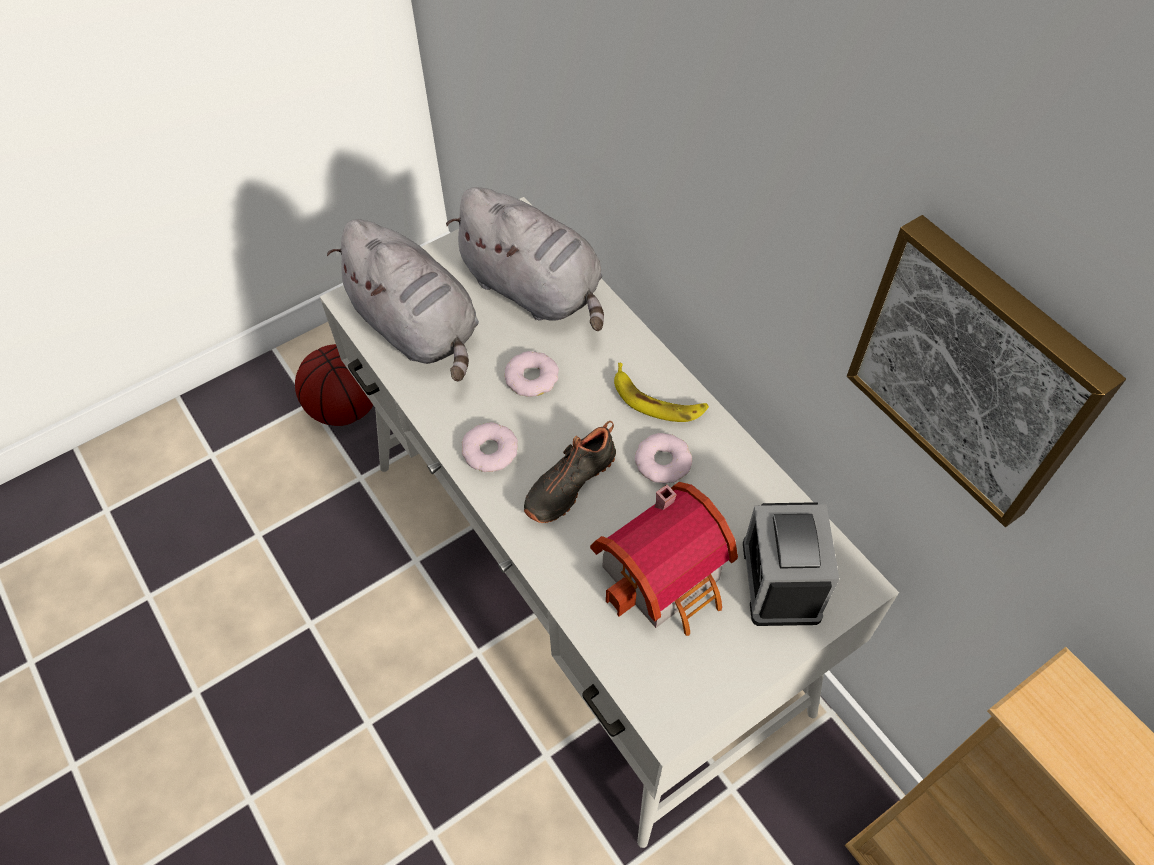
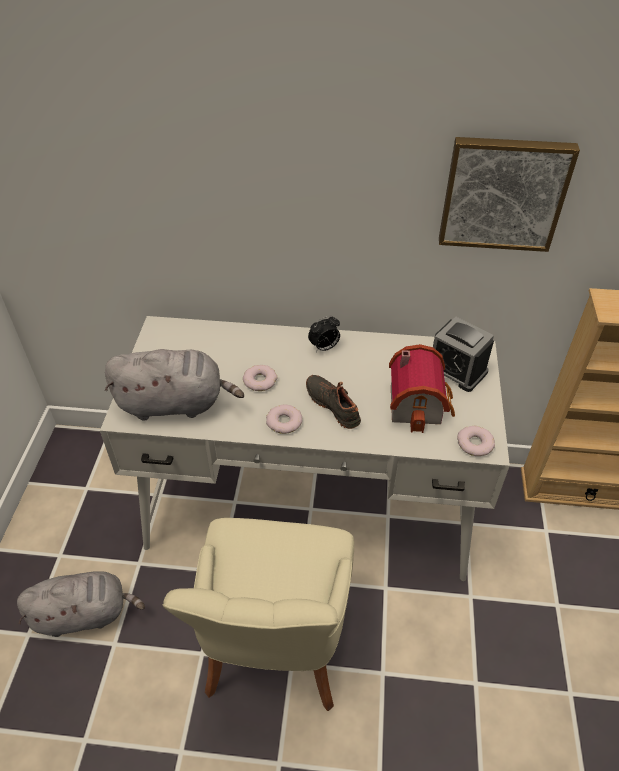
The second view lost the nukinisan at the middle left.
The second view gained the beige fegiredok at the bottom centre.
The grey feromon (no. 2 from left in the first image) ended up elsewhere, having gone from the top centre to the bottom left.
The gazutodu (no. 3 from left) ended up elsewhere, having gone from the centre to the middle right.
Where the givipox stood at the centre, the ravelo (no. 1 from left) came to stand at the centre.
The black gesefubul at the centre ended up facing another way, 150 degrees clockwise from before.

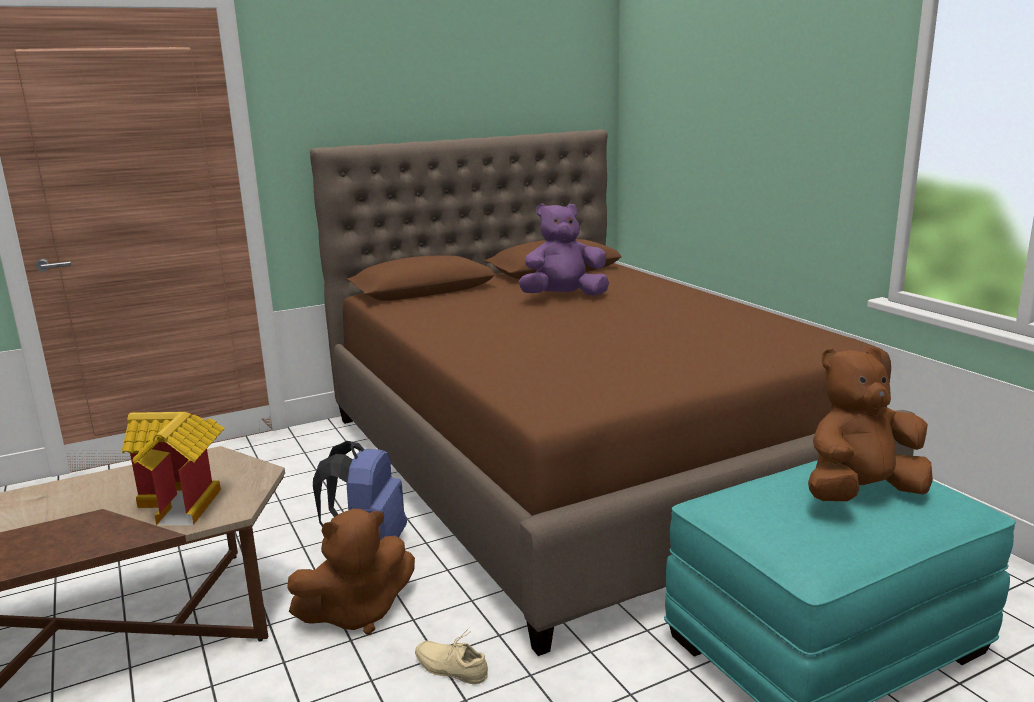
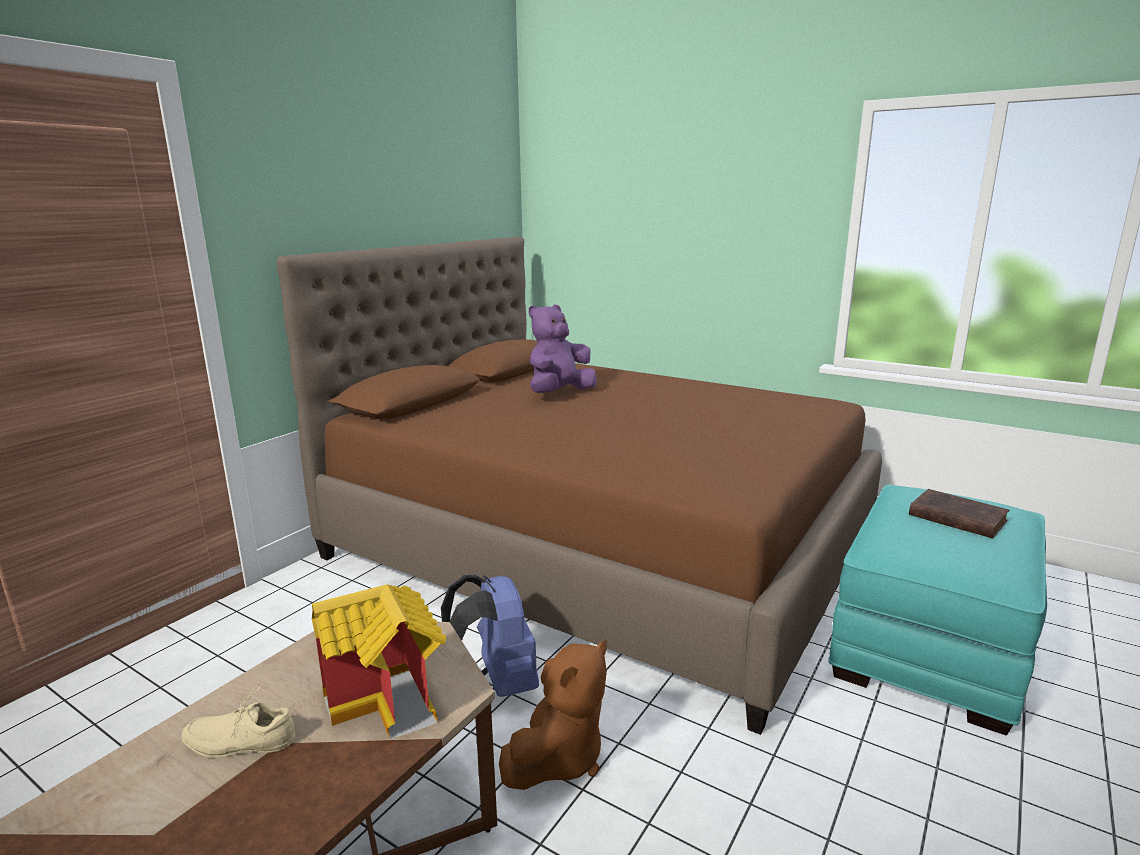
The beige gesefubul ended up elsewhere, having gone from the bottom centre to the bottom left.
Where the brown feromon (no. 2 from left) stood at the middle right, the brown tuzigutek came to stand at the middle right.

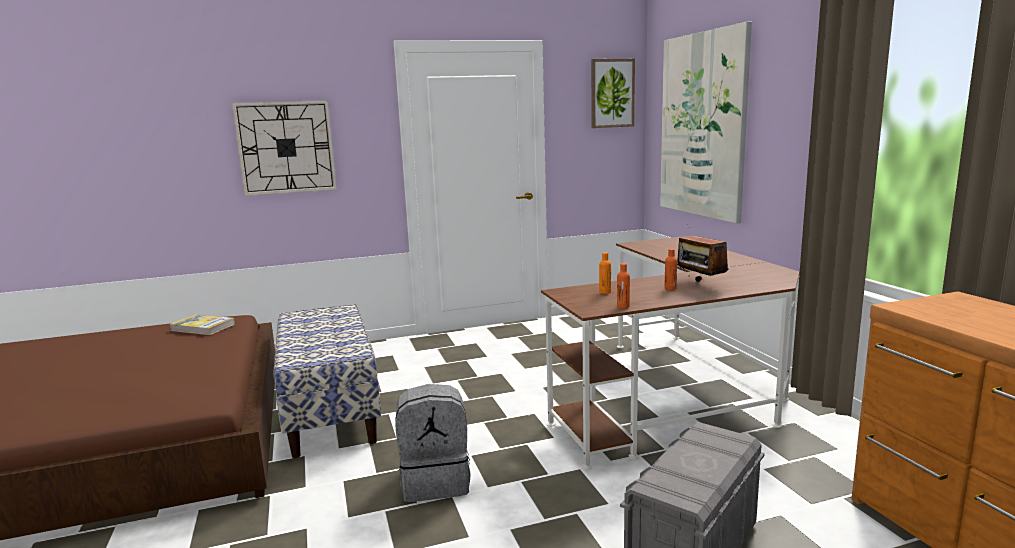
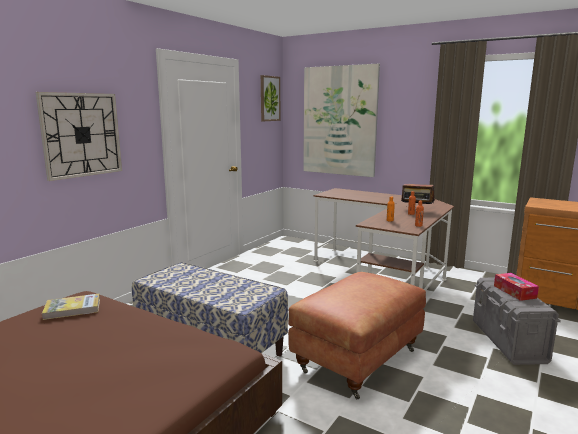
The second view gained the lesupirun at the middle right.
Where the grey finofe stood at the bottom centre, the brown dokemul came to stand at the bottom centre.

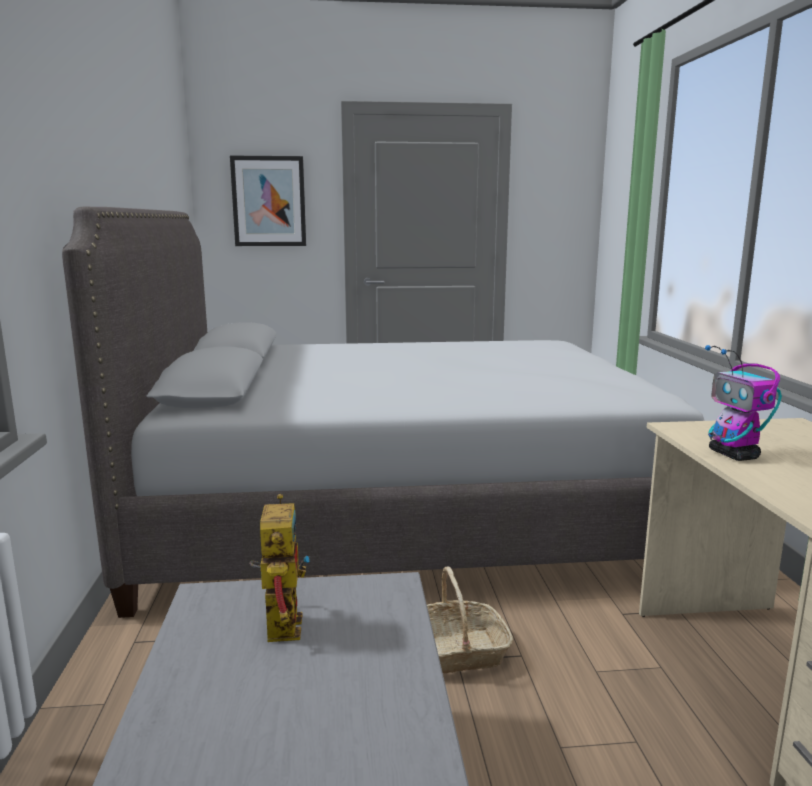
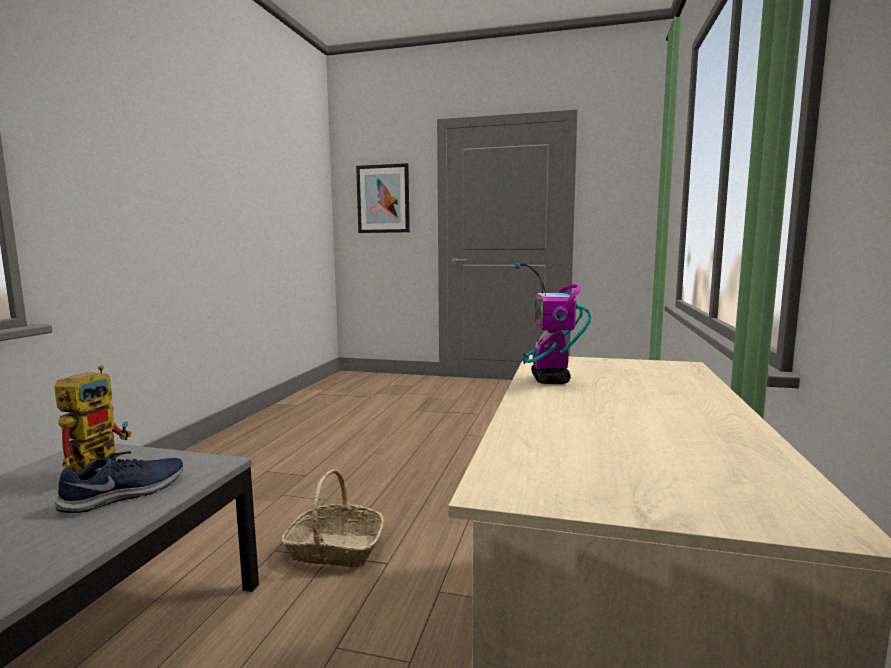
The second view lost the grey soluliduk at the centre.
The second view gained the blue gesefubul at the bottom left.

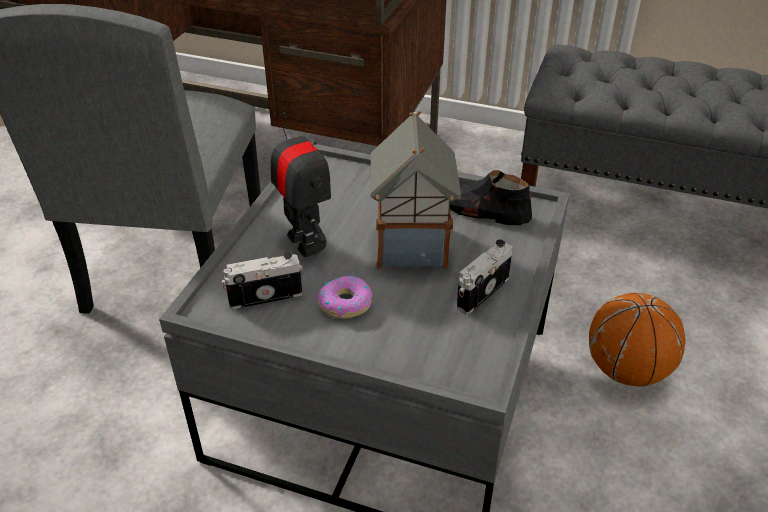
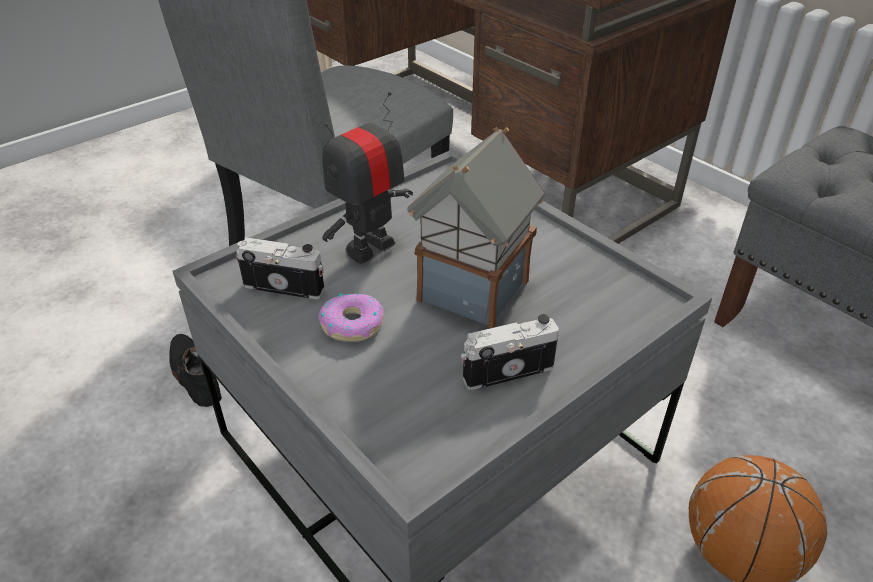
The black gesefubul ended up elsewhere, having gone from the centre to the middle left.
The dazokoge at the centre ended up facing another way, 135 degrees counterclockwise from before.

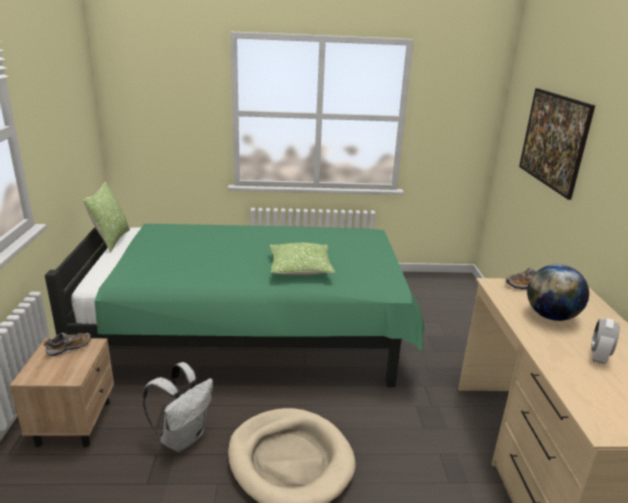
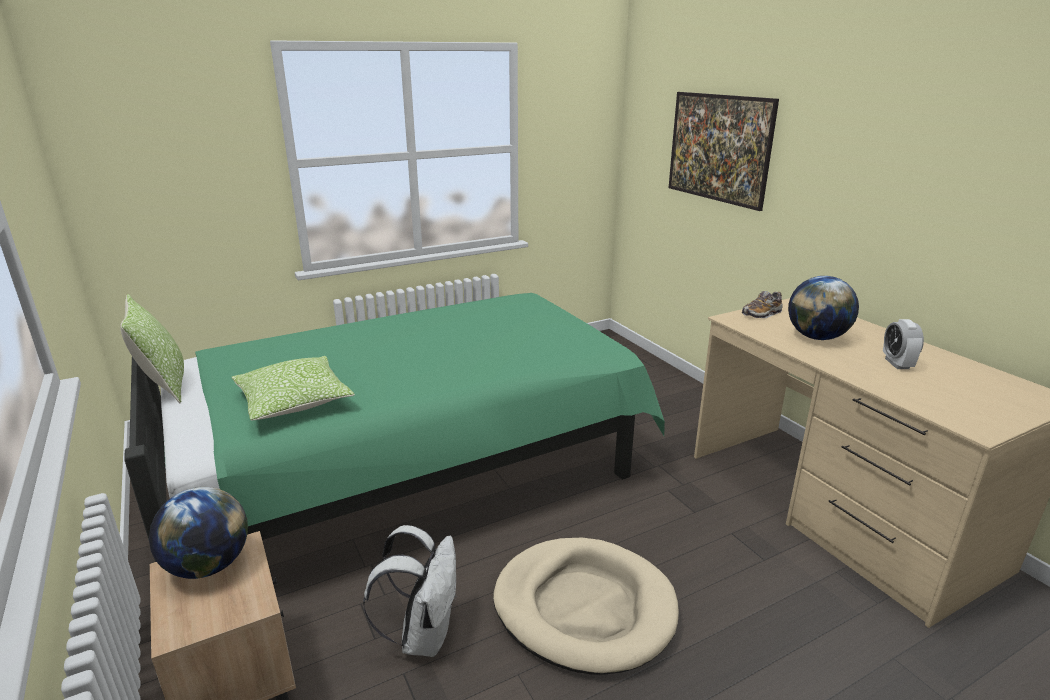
The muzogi (no. 2 from left) ended up elsewhere, having gone from the centre to the middle left.
Where the gesefubul (no. 1 from left) stood at the bottom left, the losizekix (no. 1 from left) came to stand at the bottom left.

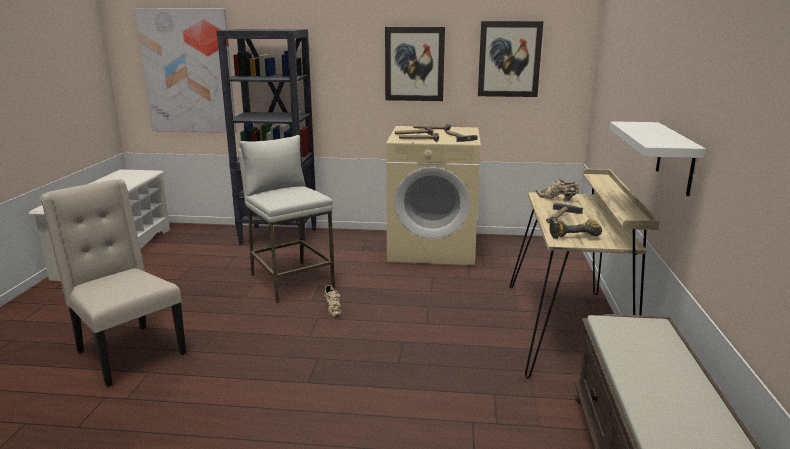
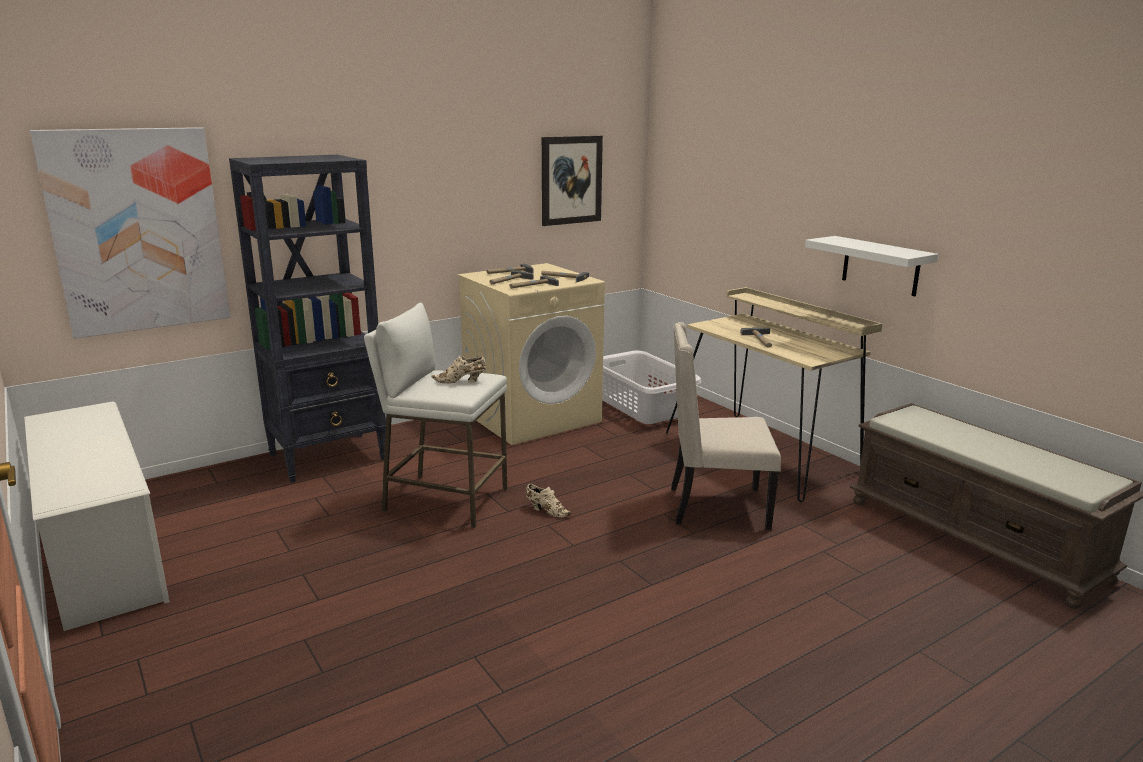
The second view lost the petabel (no. 2 from left) at the top centre.
The second view lost the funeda at the middle right.
The second view gained the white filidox at the centre.
The beige fegiredok ended up elsewhere, having gone from the middle left to the centre.
The beige gesefubul (no. 2 from left in the first image) ended up elsewhere, having gone from the middle right to the centre.

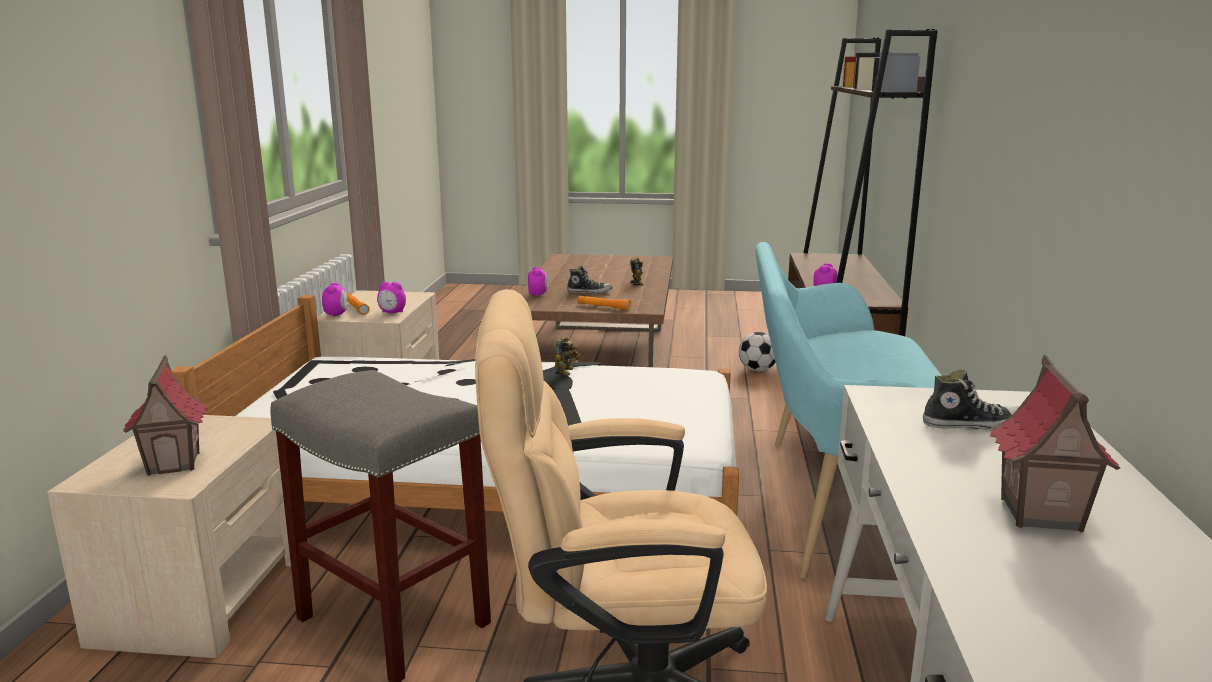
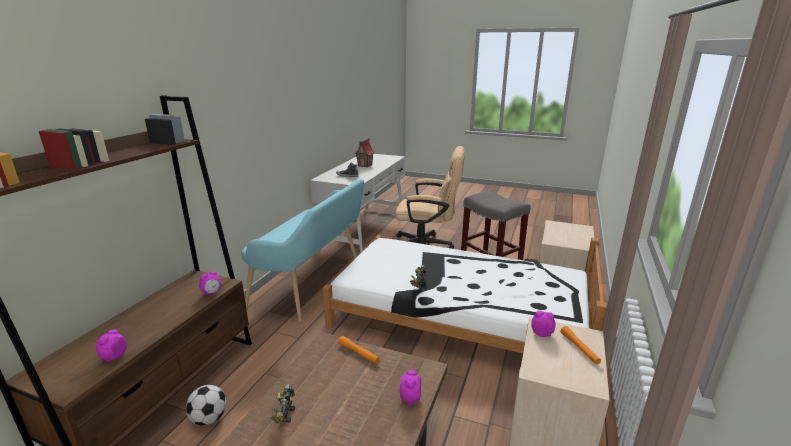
The second view lost the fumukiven (no. 1 from left) at the middle left.
The second view lost the gesefubul (no. 1 from left) at the centre.
The ravelo (no. 1 from left) ended up elsewhere, having gone from the middle left to the bottom left.

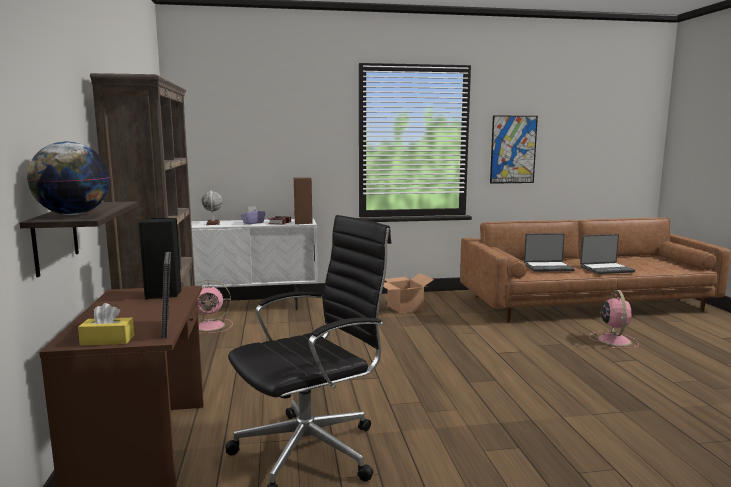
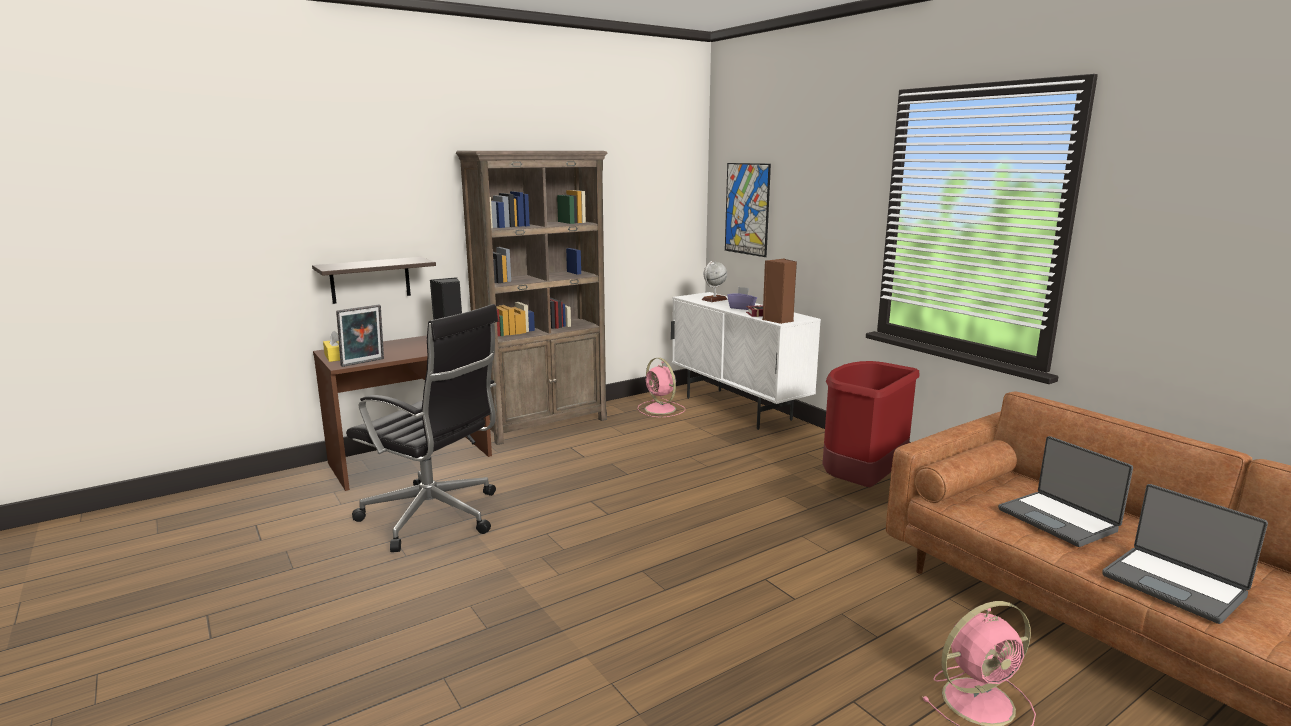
The second view lost the losizekix (no. 1 from left) at the middle left.
The petabel ended up elsewhere, having gone from the top right to the top centre.
Where the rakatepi stood at the centre, the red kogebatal came to stand at the middle right.

